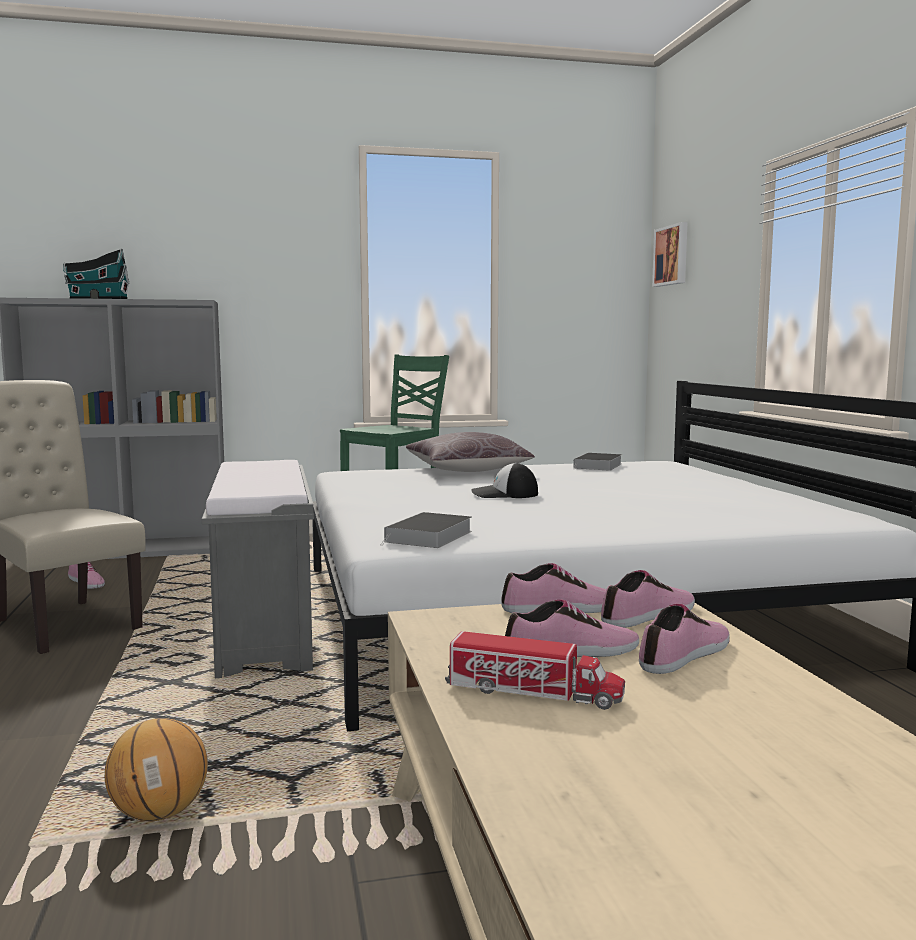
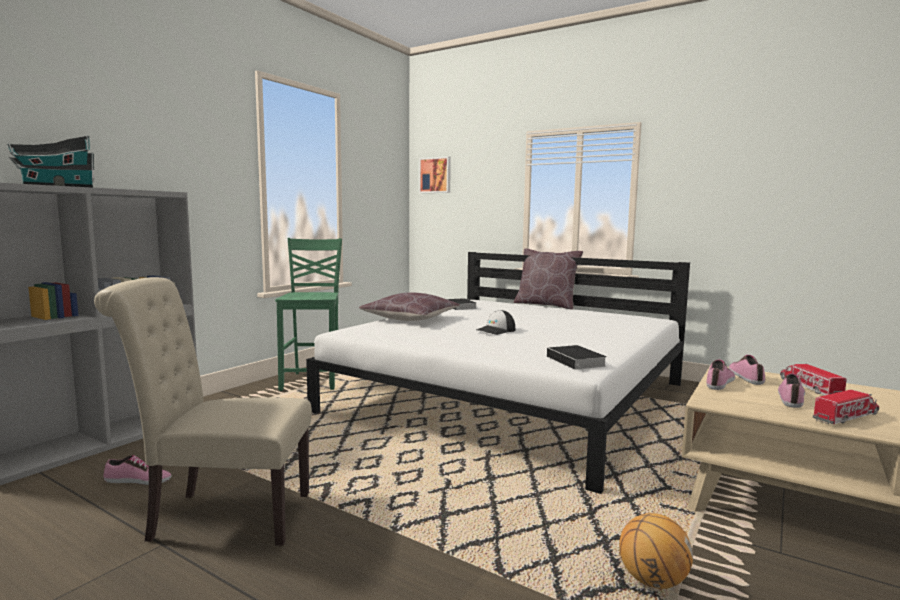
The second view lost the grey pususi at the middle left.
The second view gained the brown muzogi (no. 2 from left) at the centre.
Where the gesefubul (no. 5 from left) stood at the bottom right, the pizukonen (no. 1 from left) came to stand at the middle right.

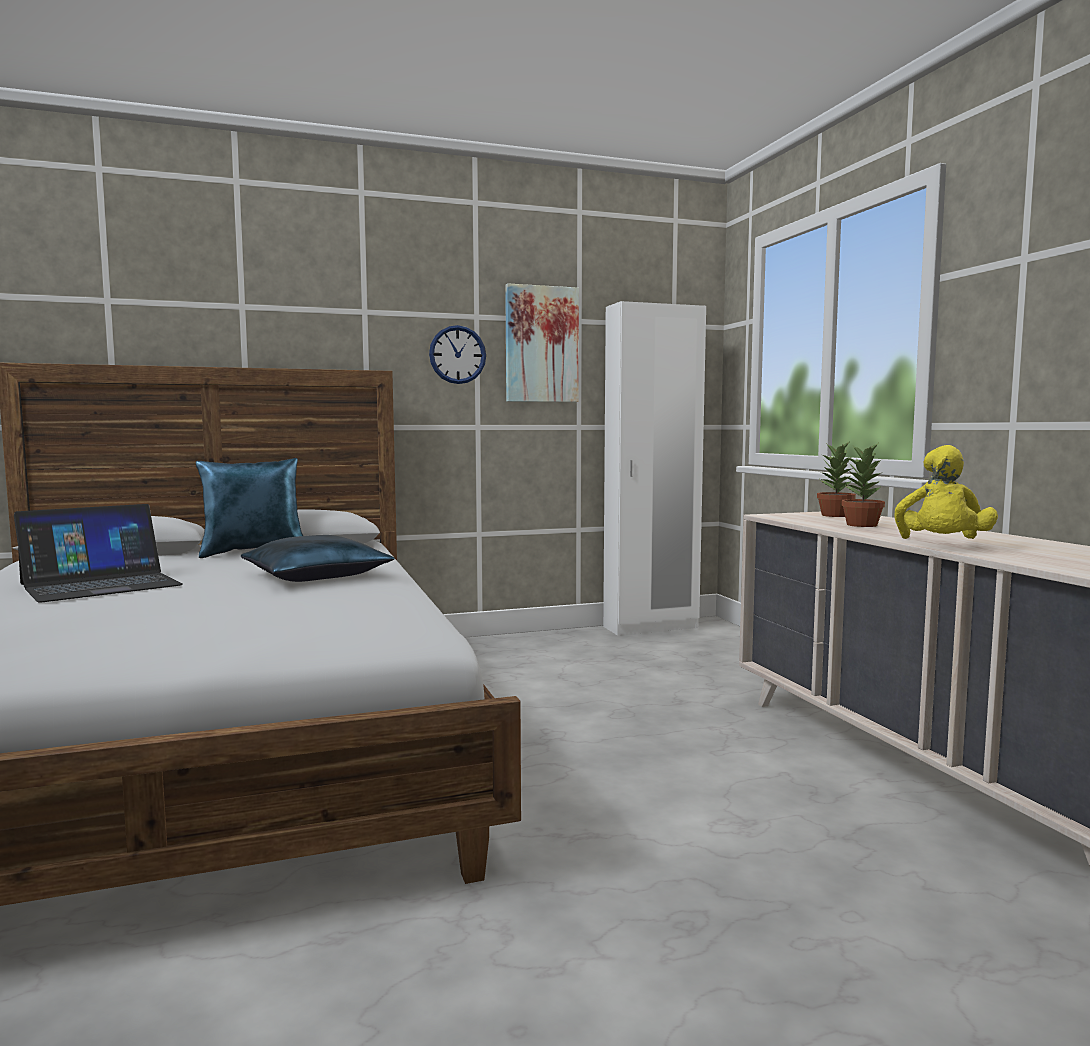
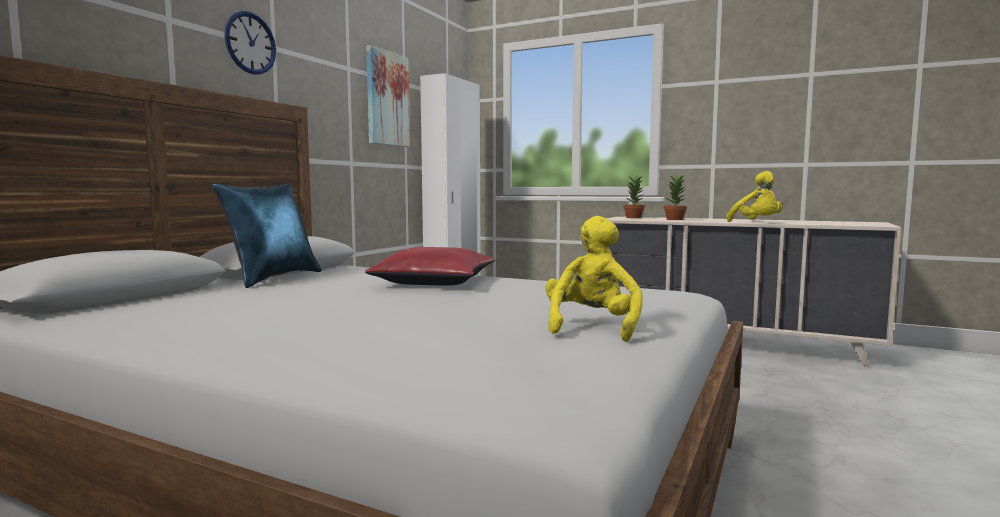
The second view lost the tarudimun at the middle left.
The second view gained the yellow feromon (no. 1 from left) at the centre.
The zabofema ended up elsewhere, having gone from the centre to the top left.
What was the blue muzogi (no. 2 from left) at the middle left turned into the red muzogi at the centre.

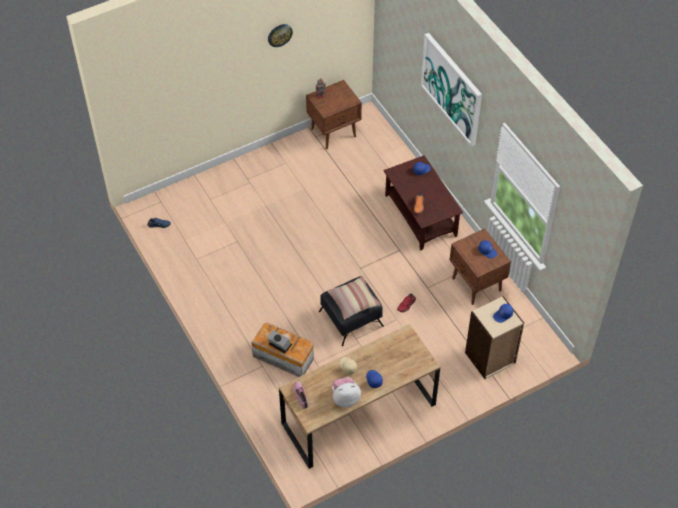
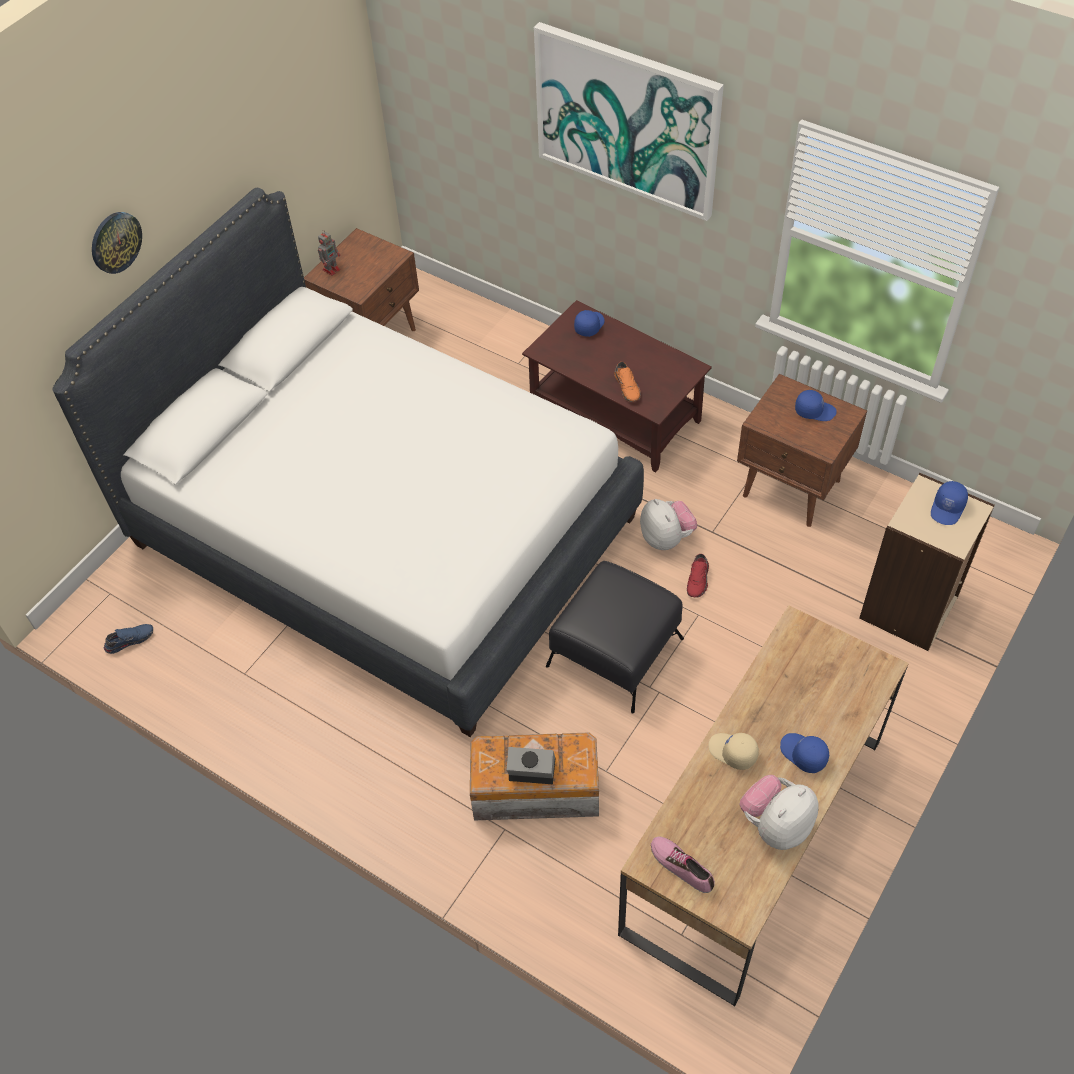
The second view lost the muzogi at the centre.
The second view gained the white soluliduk at the middle left.
The second view gained the feromon (no. 1 from left) at the centre.
The zabofema ended up elsewhere, having gone from the top centre to the top left.

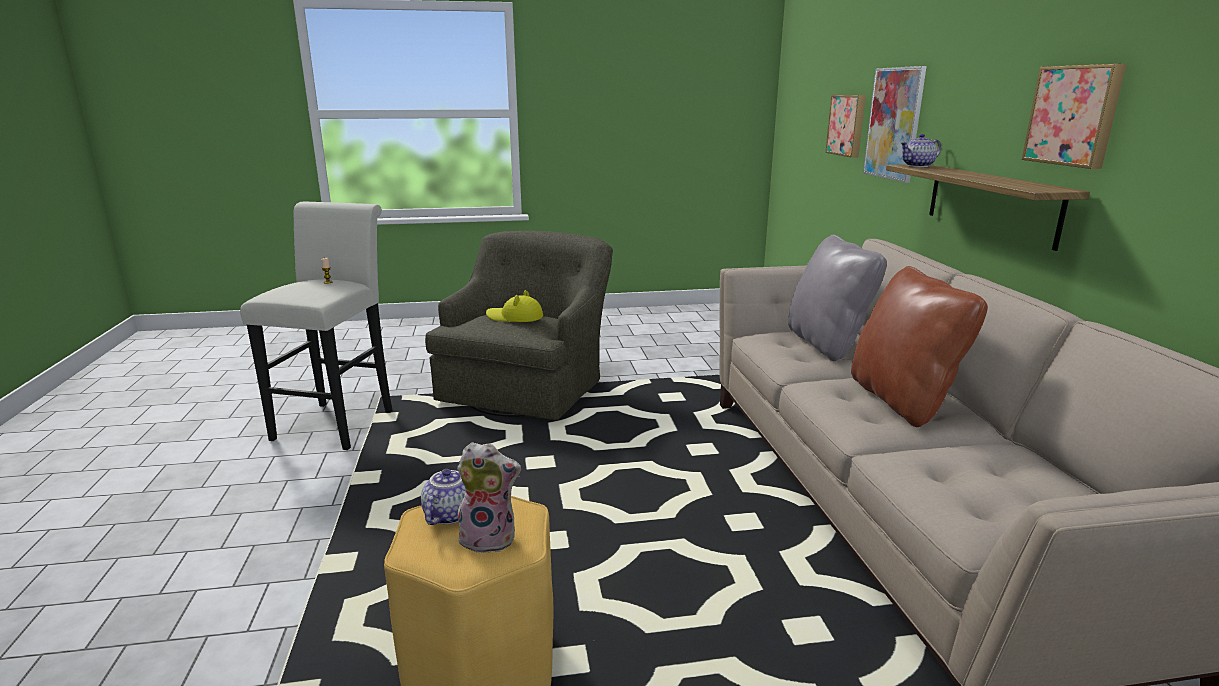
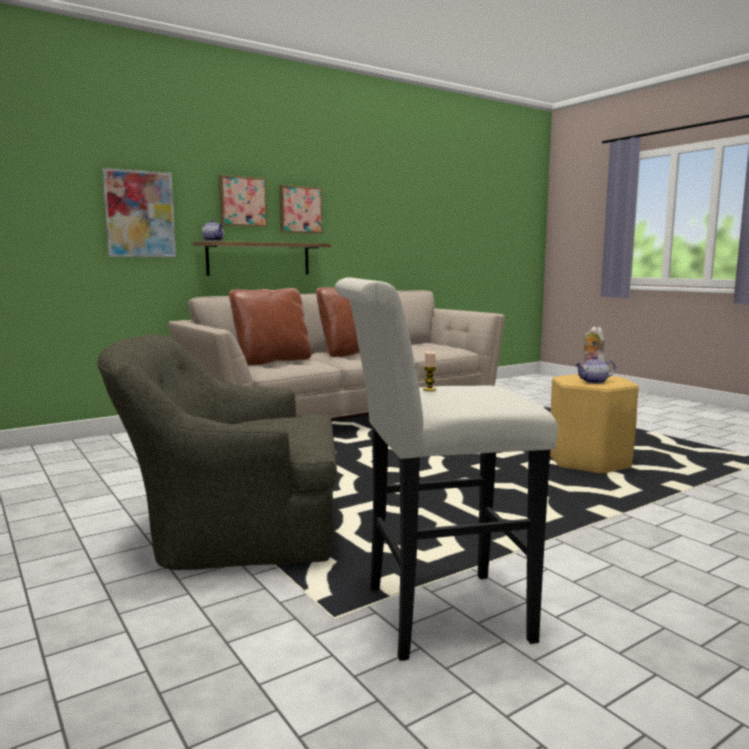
The second view lost the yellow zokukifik at the centre.
The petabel (no. 1 from left in the first image) ended up elsewhere, having gone from the top right to the top left.
What was the grey muzogi at the middle right turned into the brown muzogi (no. 1 from left) at the centre.

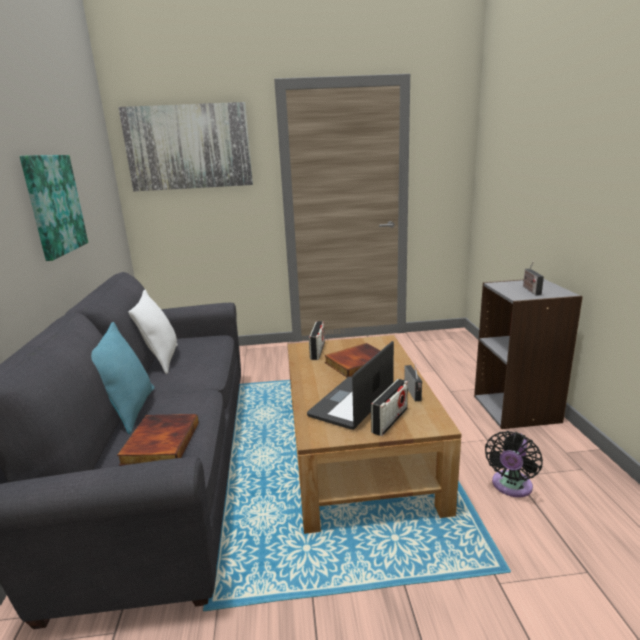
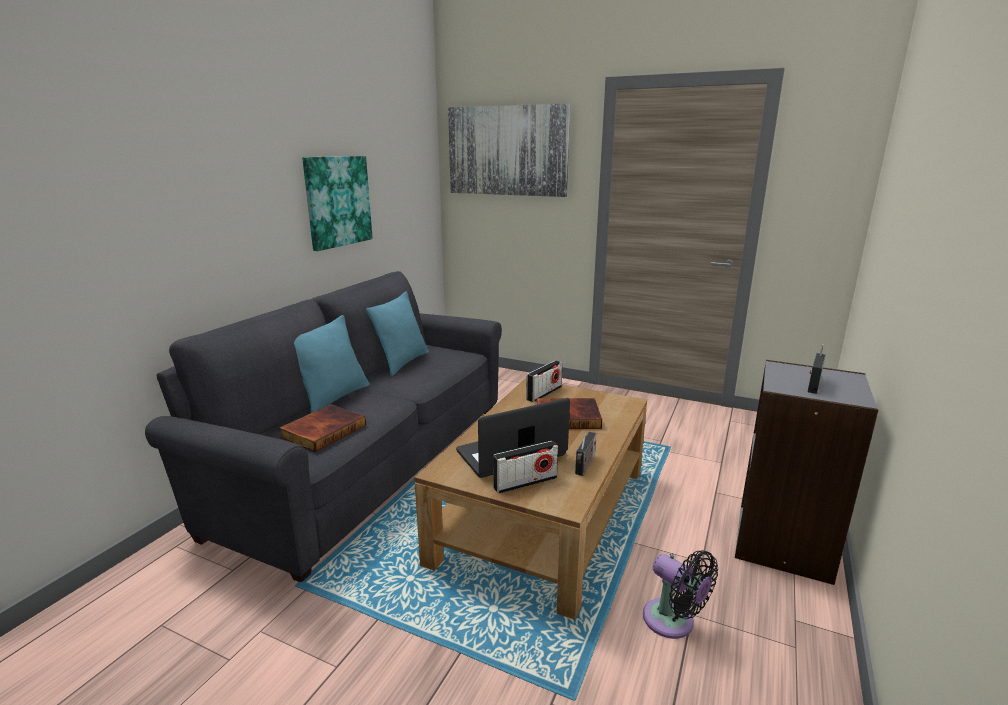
What was the white muzogi at the middle left turned into the turquoise muzogi (no. 2 from left) at the centre.
The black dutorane at the bottom right ended up facing another way, 105 degrees counterclockwise from before.

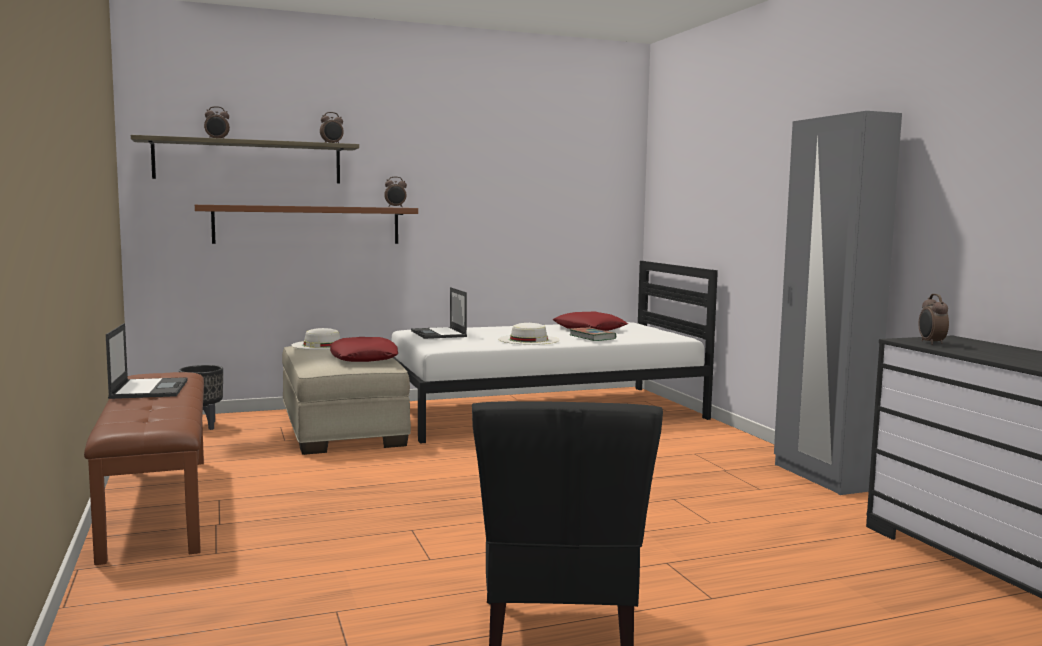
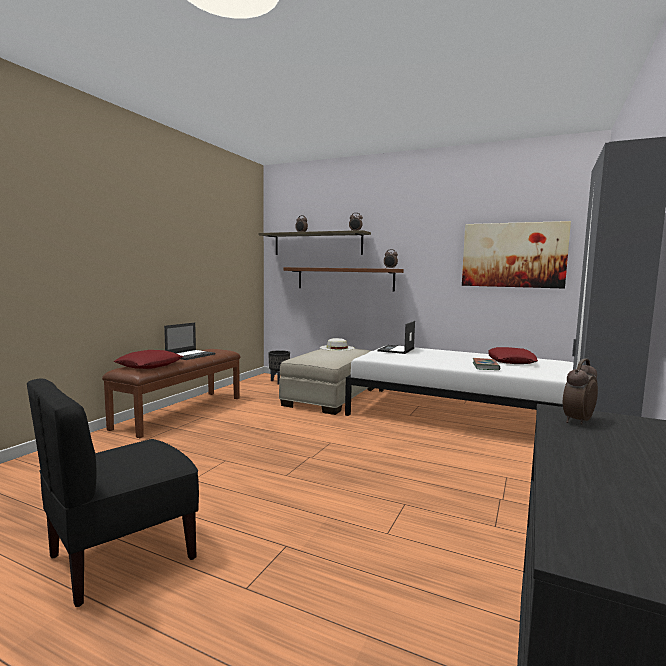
The second view lost the white zokukifik (no. 2 from left) at the centre.
The second view gained the petabel at the middle right.
The red muzogi (no. 1 from left) ended up elsewhere, having gone from the centre to the middle left.

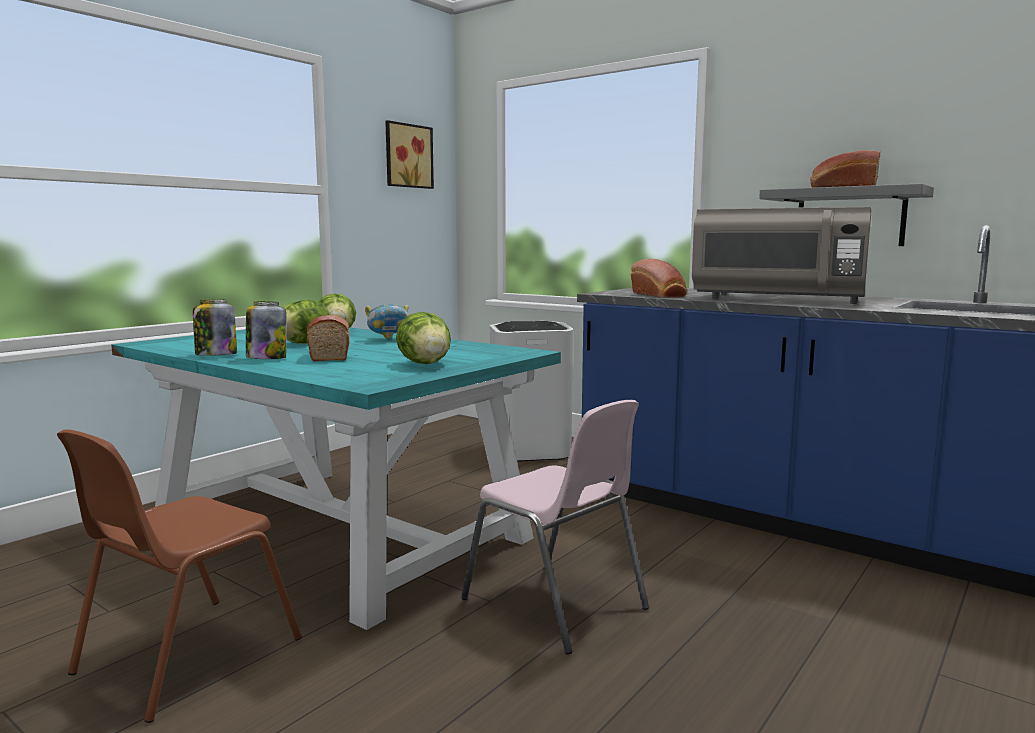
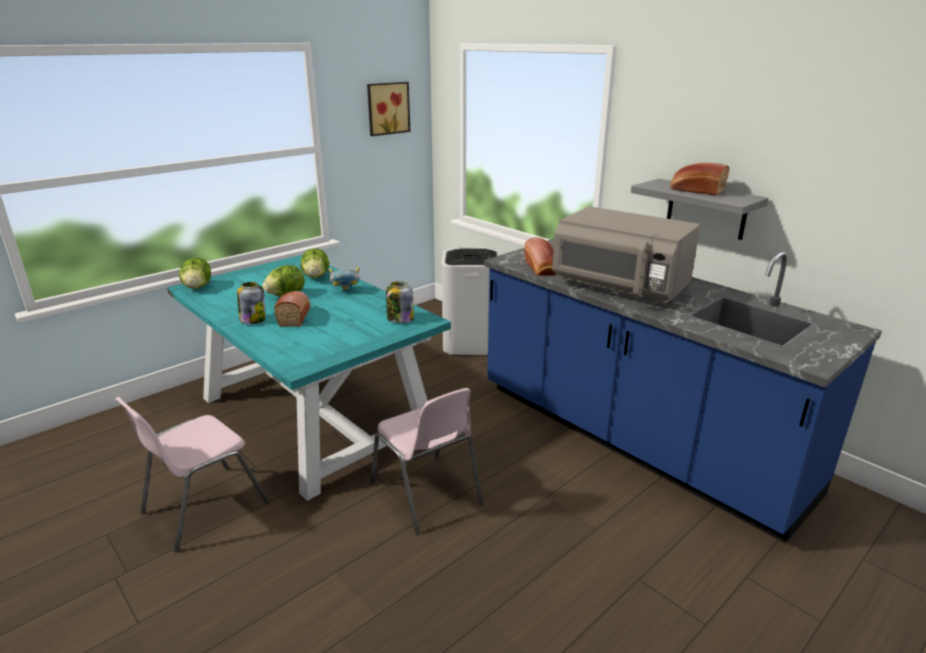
The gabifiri (no. 1 from left in the first image) ended up elsewhere, having gone from the middle left to the centre.
The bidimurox (no. 3 from left in the first image) ended up elsewhere, having gone from the centre to the middle left.
What was the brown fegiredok at the bottom left turned into the pink fegiredok (no. 1 from left) at the bottom left.

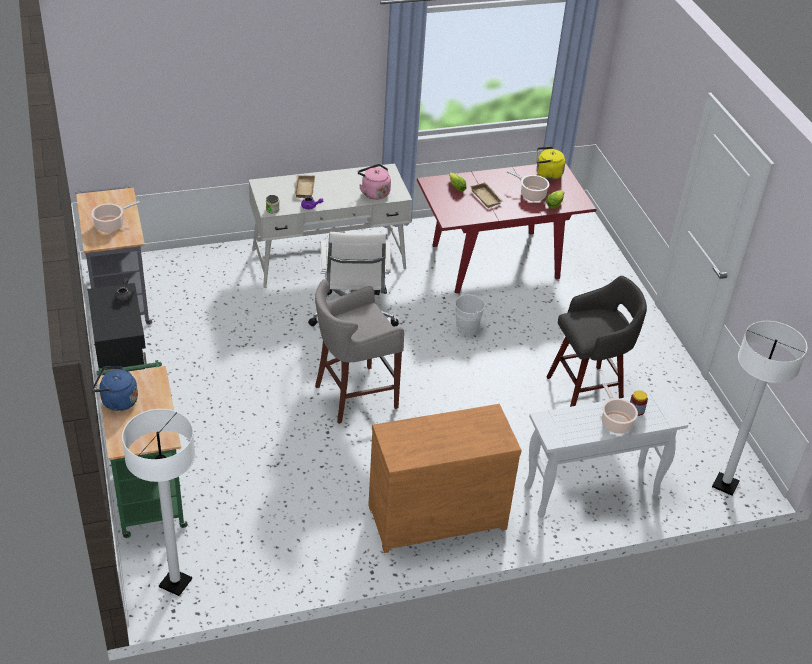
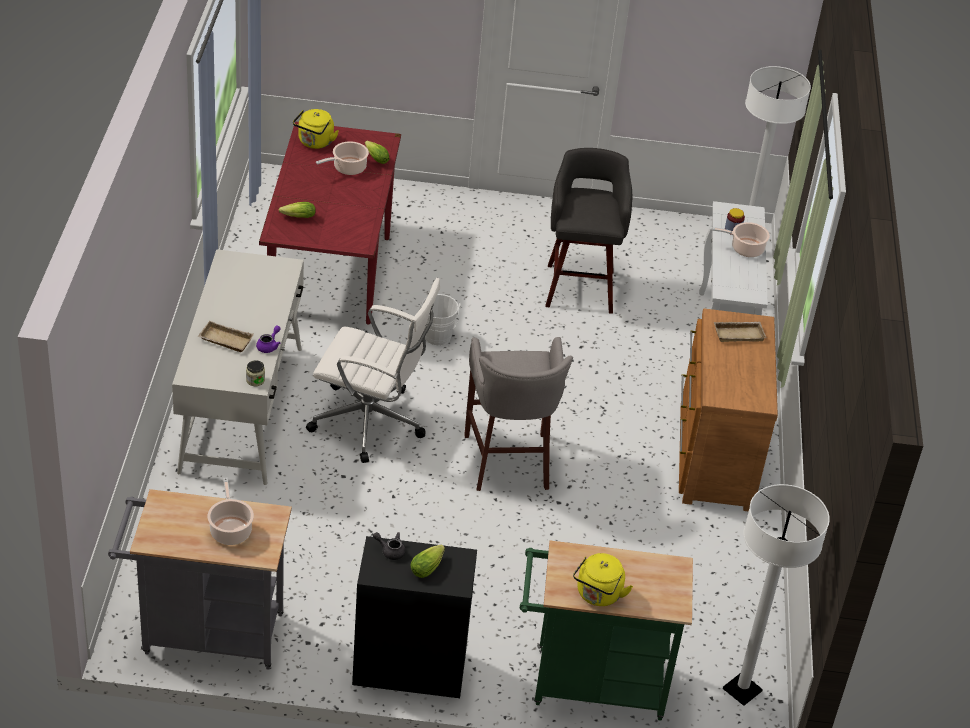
The second view lost the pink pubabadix at the top centre.
The second view gained the bidimurox (no. 3 from left) at the bottom centre.
The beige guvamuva (no. 2 from left) ended up elsewhere, having gone from the top centre to the middle right.
What was the blue pubabadix at the middle left turned into the yellow pubabadix (no. 2 from left) at the bottom centre.

